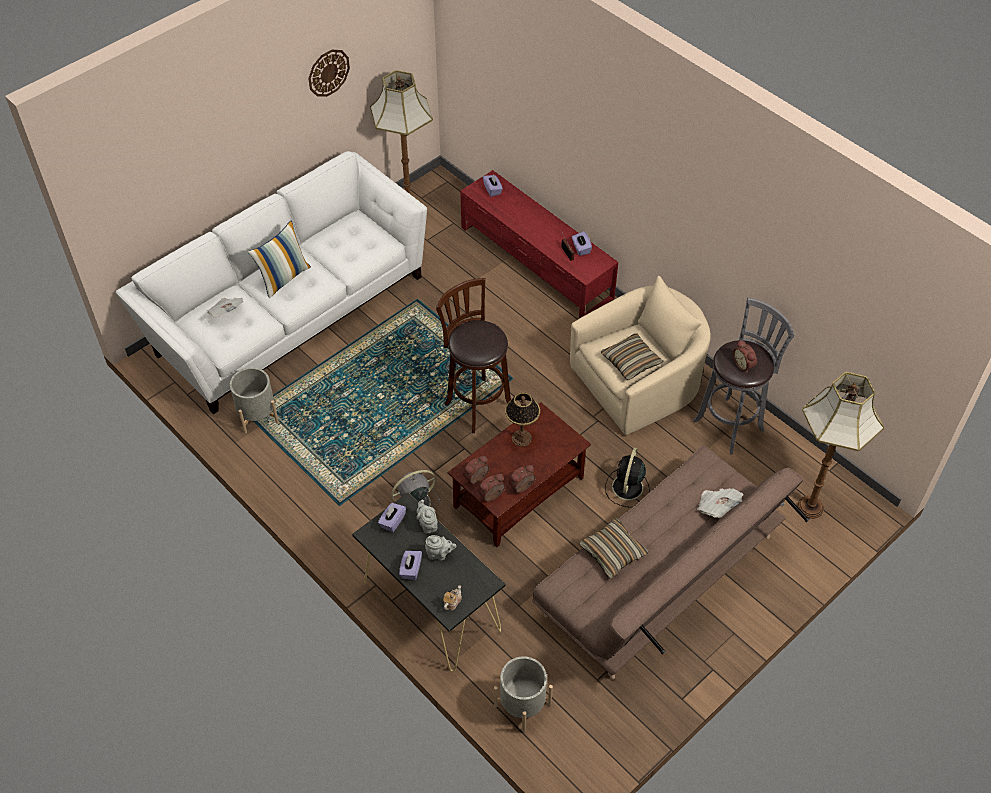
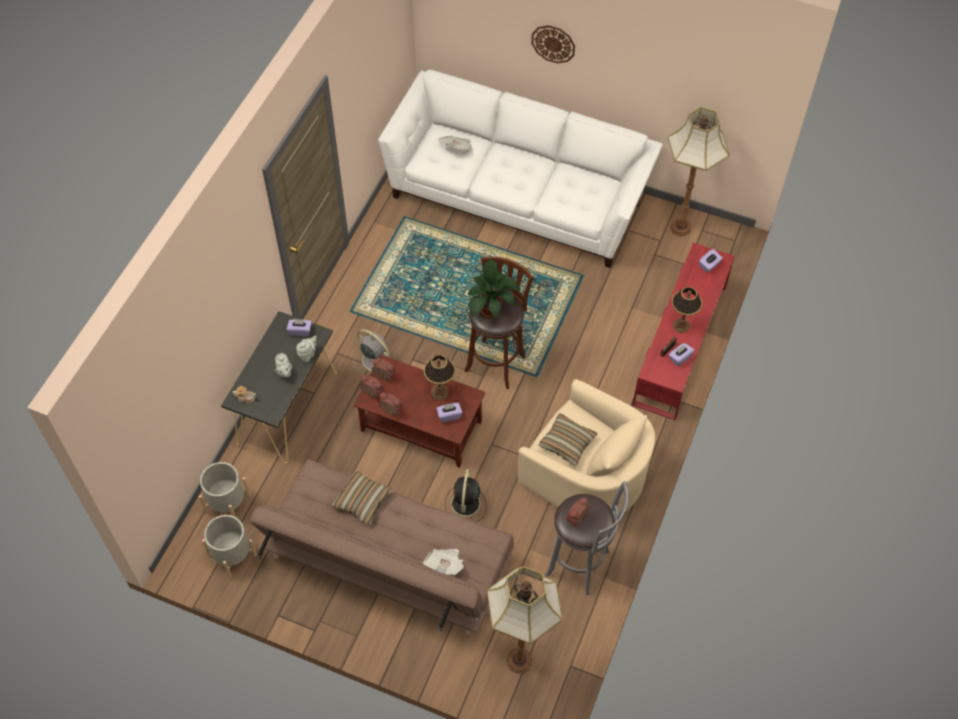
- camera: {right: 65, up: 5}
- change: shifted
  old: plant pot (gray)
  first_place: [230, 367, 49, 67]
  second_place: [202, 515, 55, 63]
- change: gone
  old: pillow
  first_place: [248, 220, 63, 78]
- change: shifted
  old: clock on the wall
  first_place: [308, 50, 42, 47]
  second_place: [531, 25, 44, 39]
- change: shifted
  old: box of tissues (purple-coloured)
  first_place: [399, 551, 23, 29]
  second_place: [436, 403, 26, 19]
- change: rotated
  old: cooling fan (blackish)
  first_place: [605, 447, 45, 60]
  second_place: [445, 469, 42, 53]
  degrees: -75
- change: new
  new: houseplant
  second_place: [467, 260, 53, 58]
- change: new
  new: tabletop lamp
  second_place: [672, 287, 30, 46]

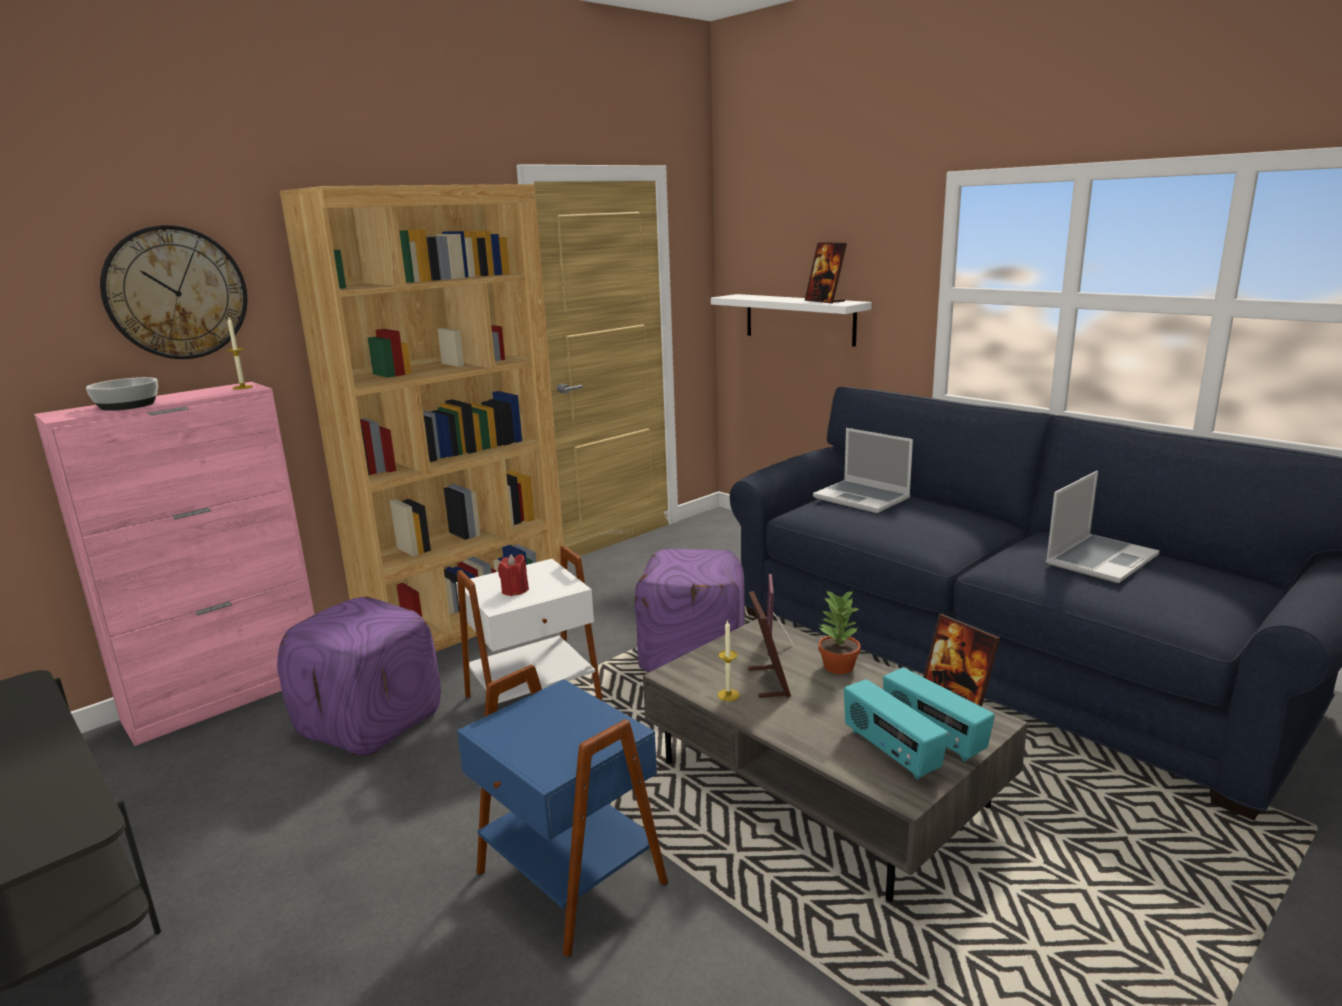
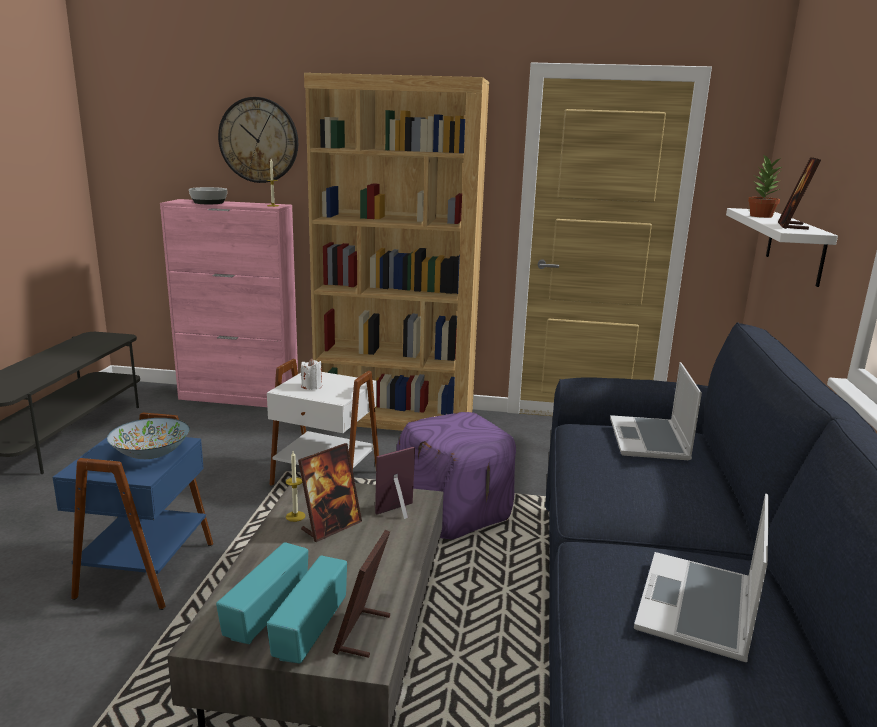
- camera: {right: 50, up: 0}
- change: gone
  old: footrest (purple-coloured)
  first_place: [277, 597, 164, 158]
- change: repainted
  old: candle (red)
  new: candle (whitish)
  first_place: [498, 554, 31, 42]
  second_place: [301, 358, 21, 32]
- change: shifted
  old: houseplant
  first_place: [818, 590, 43, 84]
  second_place: [748, 155, 34, 63]
- change: rotated
  old: laptop
  first_place: [1046, 471, 114, 112]
  second_place: [634, 493, 135, 169]
  degrees: 105
- change: new
  new: serving bowl
  second_place: [107, 418, 83, 41]

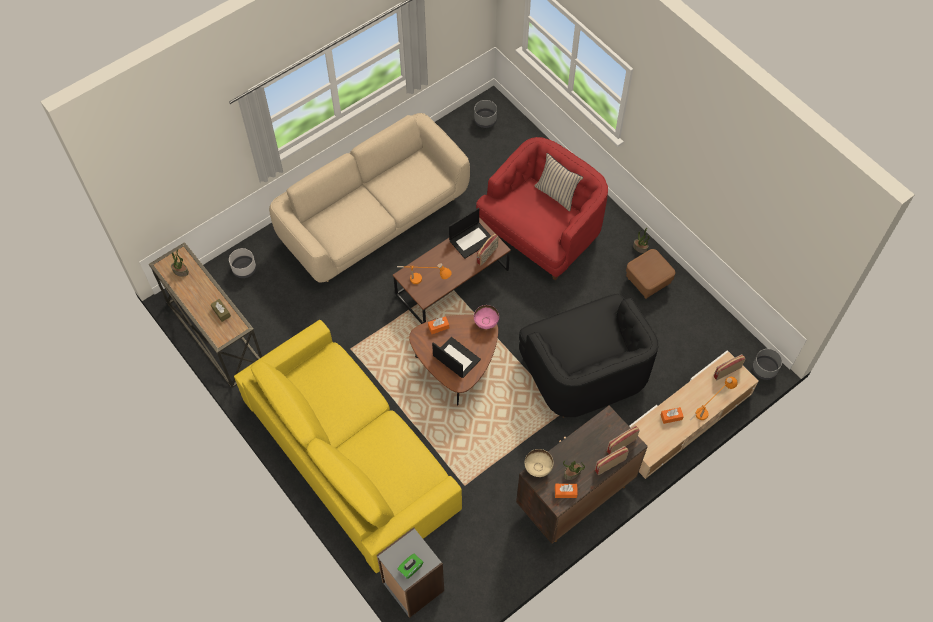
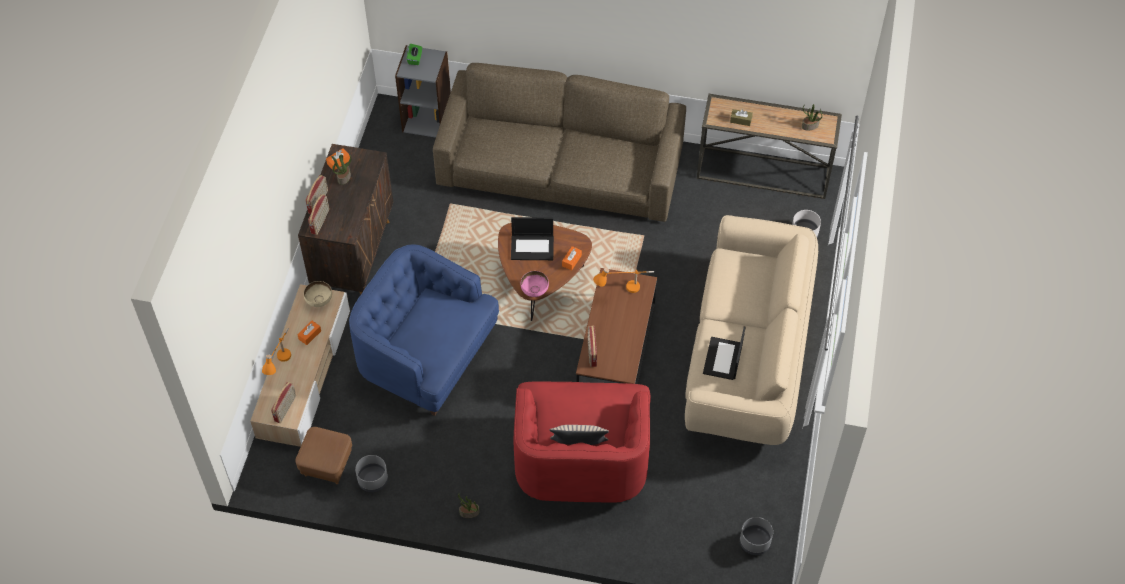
- camera: {right: 140, up: -5}
- change: repainted
  old: settee (yellow)
  new: settee (brown)
  first_place: [234, 320, 228, 253]
  second_place: [433, 63, 253, 159]
- change: shifted
  old: laptop
  first_place: [449, 208, 42, 51]
  second_place: [703, 326, 43, 54]
- change: repainted
  old: armchair (blackish)
  new: armchair (blue-coloured)
  first_place: [519, 294, 140, 124]
  second_place: [349, 244, 150, 172]
- change: shifted
  old: serving bowl (sand-coloured)
  first_place: [525, 449, 28, 28]
  second_place: [304, 281, 28, 26]
- change: shifted
  old: footrest (brown)
  first_place: [626, 249, 49, 50]
  second_place: [295, 427, 57, 57]
- change: shifted
  old: plant pot (gray)
  first_place: [752, 349, 30, 31]
  second_place: [355, 455, 33, 37]

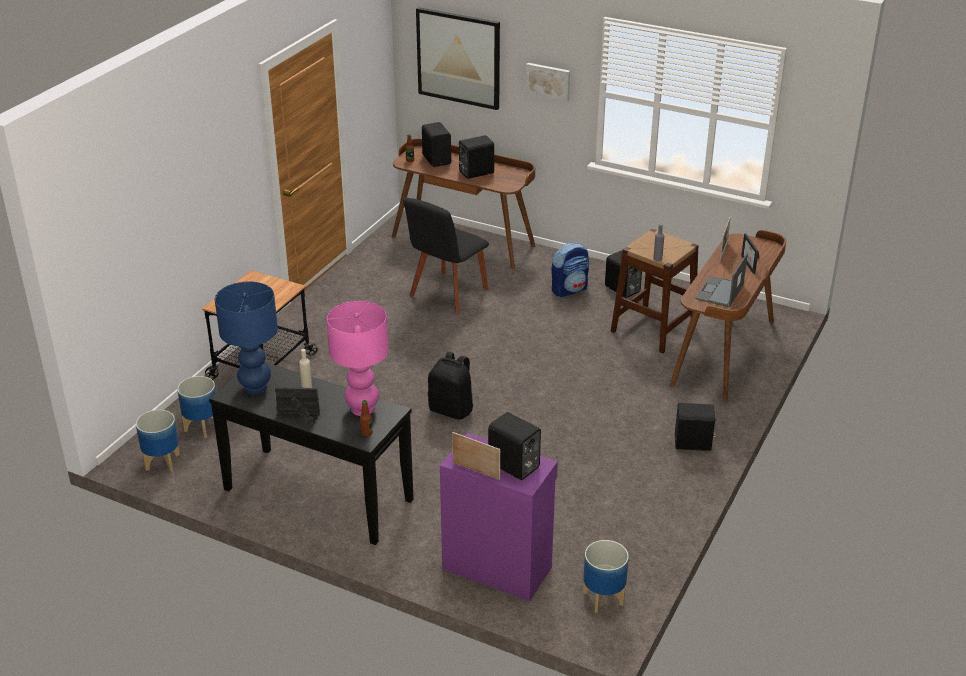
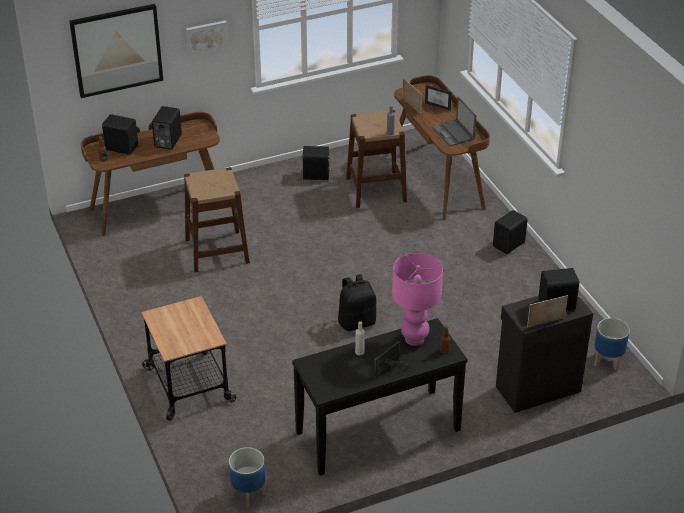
- camera: {right: -50, up: 5}
- change: gone
  old: plant pot
  first_place: [177, 376, 39, 62]
- change: gone
  old: tabletop lamp (blue-coloured)
  first_place: [215, 282, 63, 113]
- change: swapped
  old: chair (blackish)
  new: sitting stool (brown)
  first_place: [403, 197, 86, 117]
  second_place: [184, 167, 66, 105]
- change: repainted
  old: cabinet (purple-coloured)
  new: cabinet (blackish)
  first_place: [440, 433, 118, 168]
  second_place: [496, 296, 97, 117]
- change: gone
  old: backpack
  first_place: [551, 242, 38, 55]

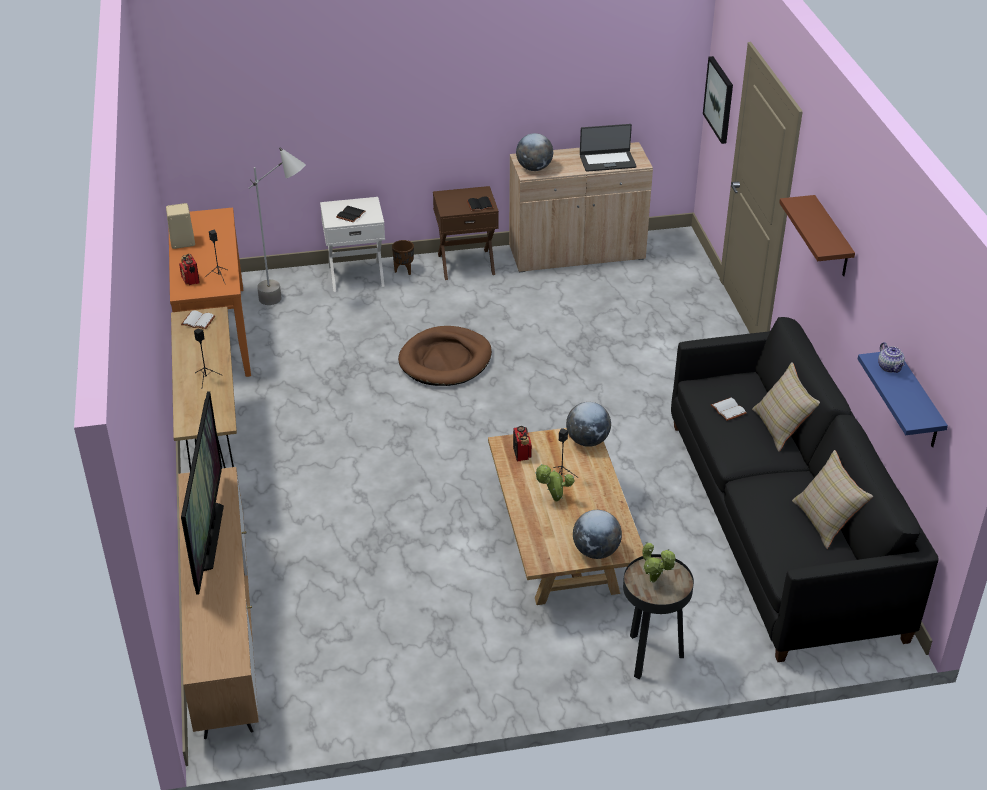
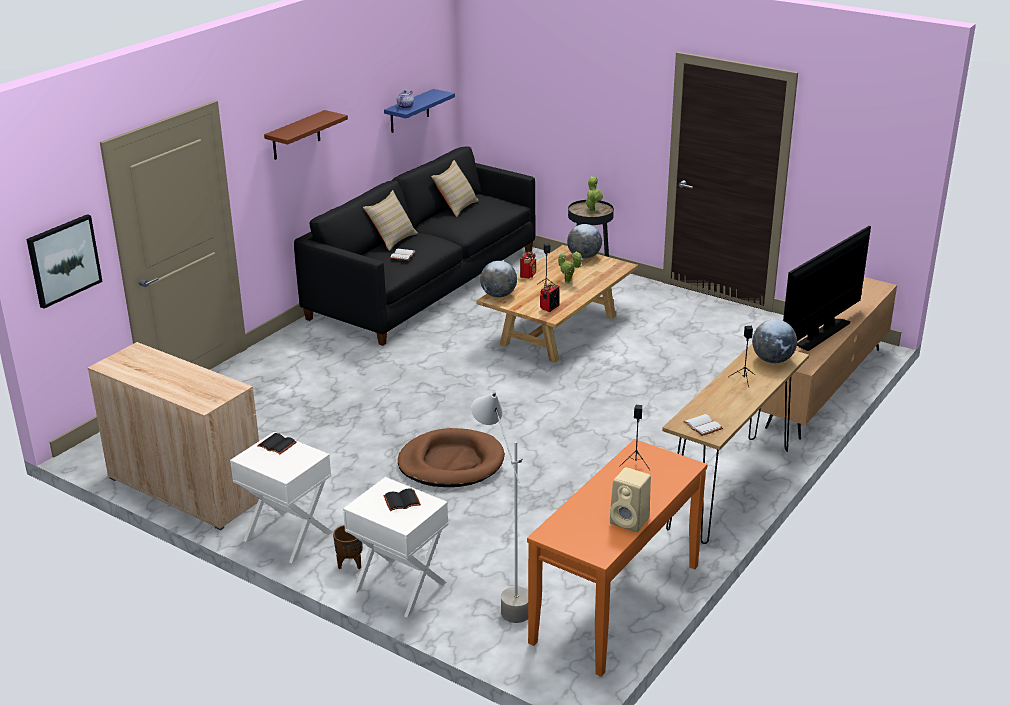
- camera: {right: -135, up: -10}
- change: shifted
  old: radio set
  first_place: [179, 254, 21, 31]
  second_place: [520, 251, 16, 27]
- change: repainted
  old: nightstand (brown)
  new: nightstand (whitish)
  first_place: [433, 186, 66, 94]
  second_place: [230, 432, 103, 131]
- change: shifted
  old: world globe
  first_place: [516, 133, 37, 38]
  second_place: [752, 319, 45, 44]
- change: gone
  old: laptop
  first_place: [580, 124, 57, 48]

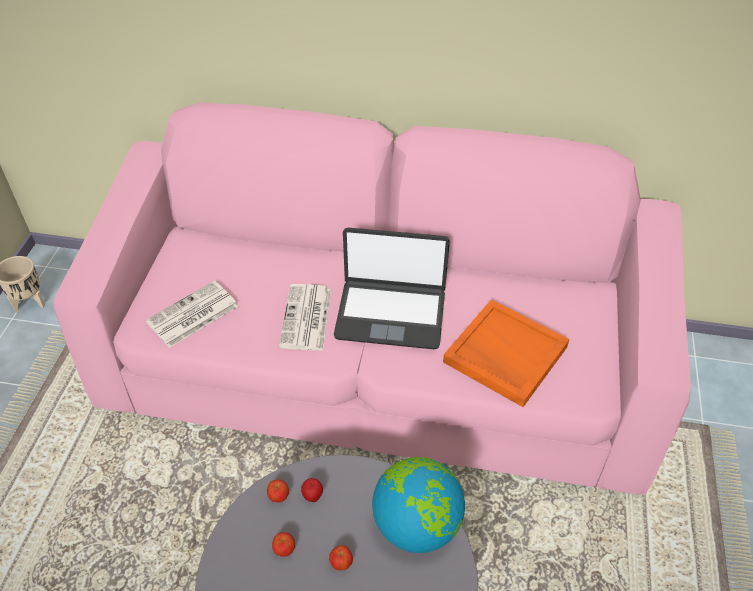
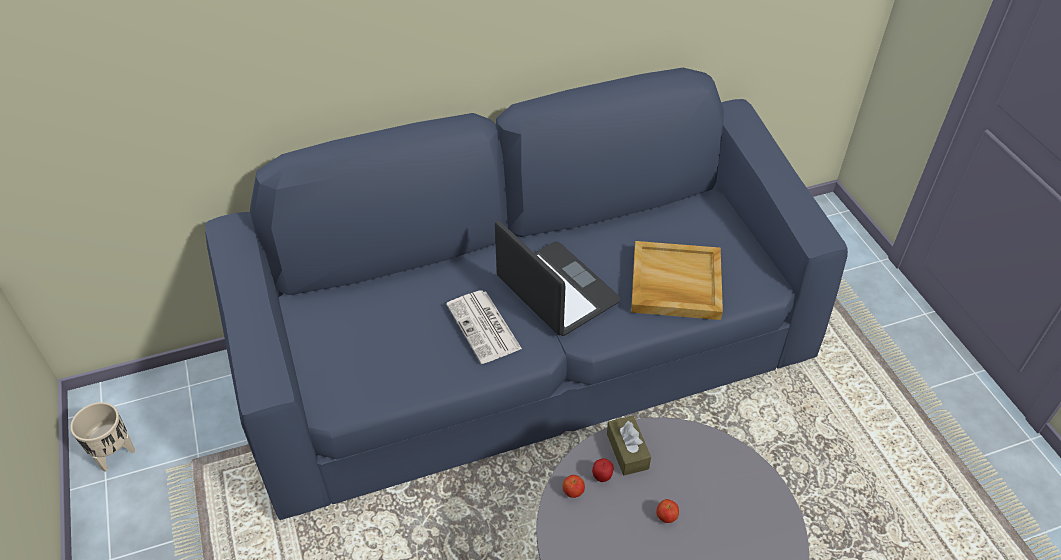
- camera: {right: -30, up: 0}
- change: repainted
  old: settee (pink-coloured)
  new: settee (blue-coloured)
  first_place: [54, 102, 637, 393]
  second_place: [205, 68, 643, 452]
- change: gone
  old: newspaper
  first_place: [146, 281, 92, 67]
- change: gone
  old: apple
  first_place: [272, 532, 23, 25]
- change: rotated
  old: laptop
  first_place: [334, 228, 116, 121]
  second_place: [495, 220, 126, 116]
  degrees: -105
- change: gone
  old: world globe
  first_place: [372, 457, 93, 96]
- change: repainted
  old: carrying tray (orange)
  new: carrying tray (sand-coloured)
  first_place: [443, 299, 127, 108]
  second_place: [631, 241, 92, 79]
- change: new
  new: box of tissues (brown)
  second_place: [607, 416, 44, 60]

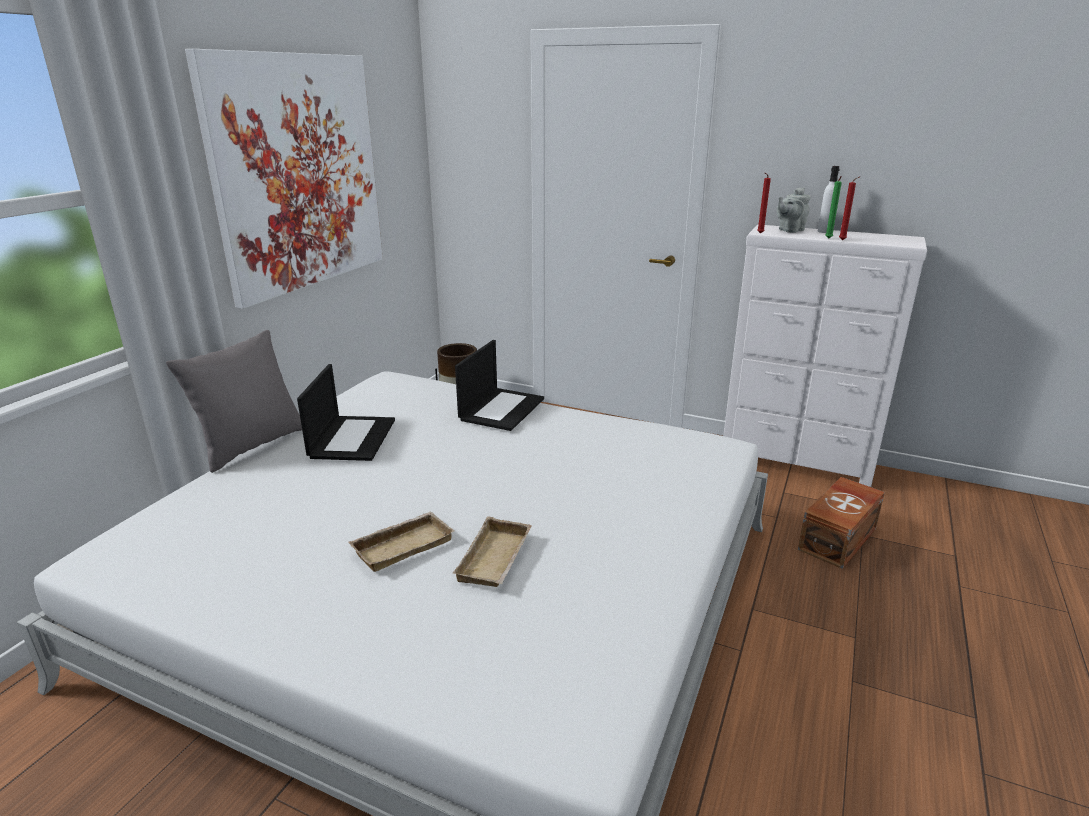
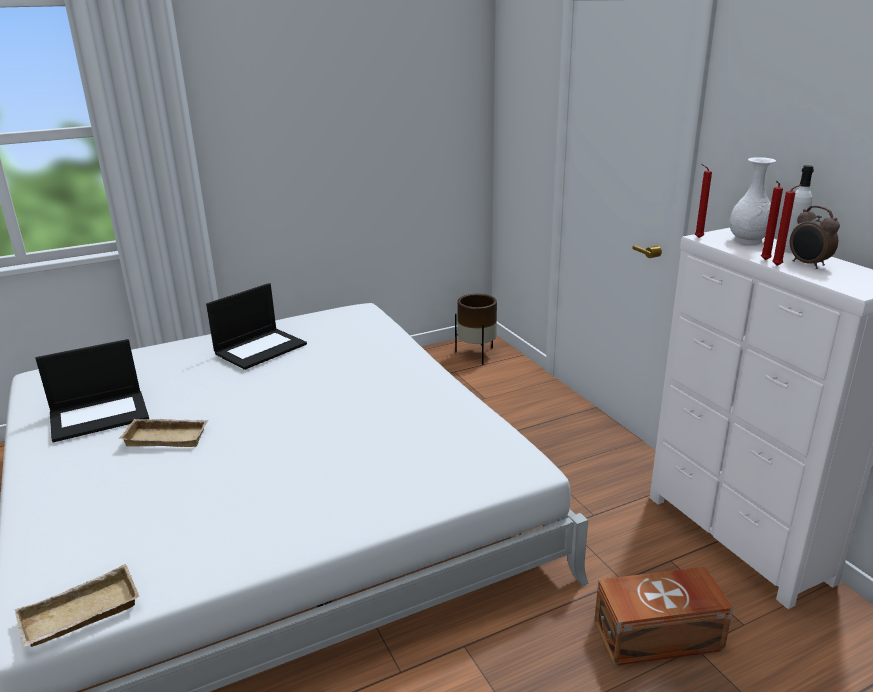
- camera: {right: 40, up: 0}
- change: gone
  old: pillow (gray)
  first_place: [166, 330, 136, 143]
- change: gone
  old: picture
  first_place: [185, 49, 198, 260]
- change: shifted
  old: carrying tray (sand-coloured)
  first_place: [453, 516, 79, 71]
  second_place: [15, 564, 124, 84]
- change: shifted
  old: laptop
  first_place: [455, 340, 89, 91]
  second_place: [36, 339, 113, 103]
- change: swapped
  old: pot for tea (gray)
  new: flower vase (whitish)
  first_place: [777, 187, 33, 46]
  second_place: [730, 157, 46, 88]
- change: repainted
  old: candle (greenish)
  new: candle (red)
  first_place: [825, 176, 17, 63]
  second_place: [761, 181, 22, 79]
- change: new
  new: table clock
  second_place: [790, 205, 50, 64]

